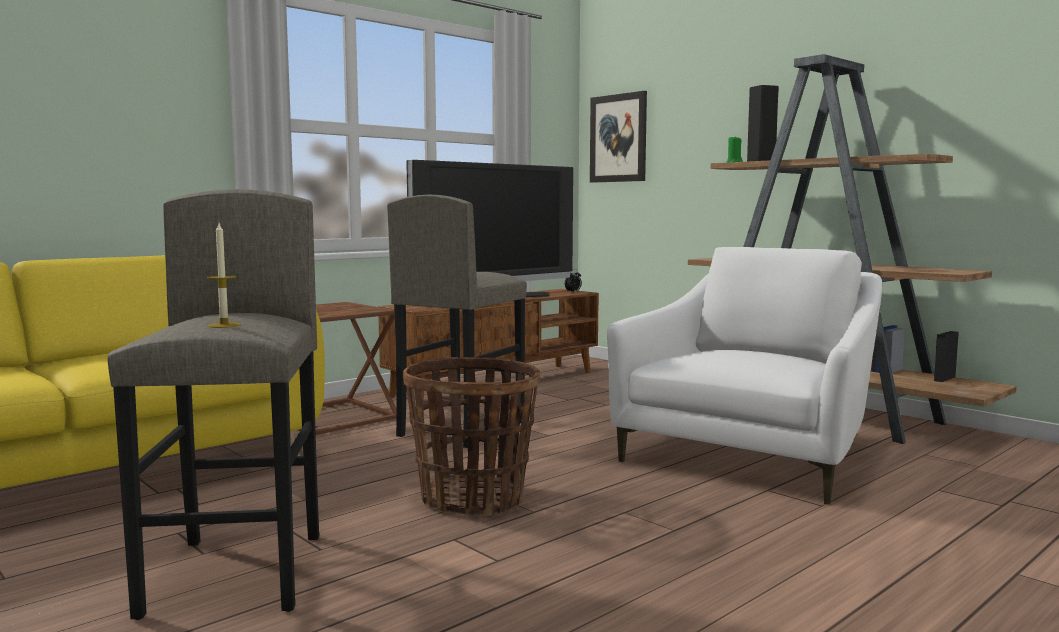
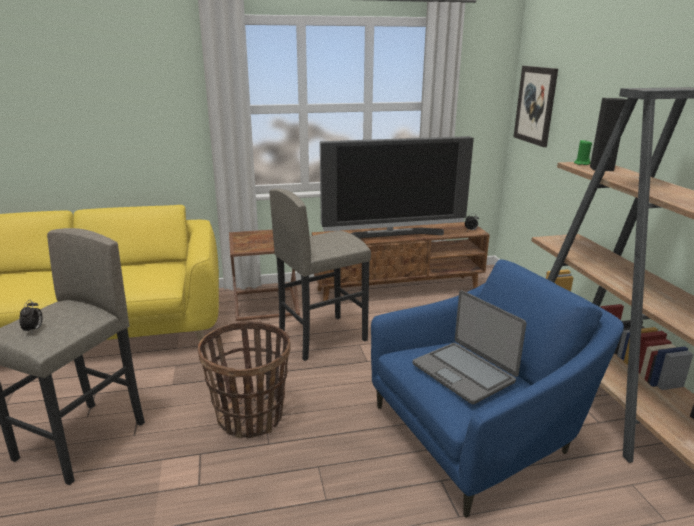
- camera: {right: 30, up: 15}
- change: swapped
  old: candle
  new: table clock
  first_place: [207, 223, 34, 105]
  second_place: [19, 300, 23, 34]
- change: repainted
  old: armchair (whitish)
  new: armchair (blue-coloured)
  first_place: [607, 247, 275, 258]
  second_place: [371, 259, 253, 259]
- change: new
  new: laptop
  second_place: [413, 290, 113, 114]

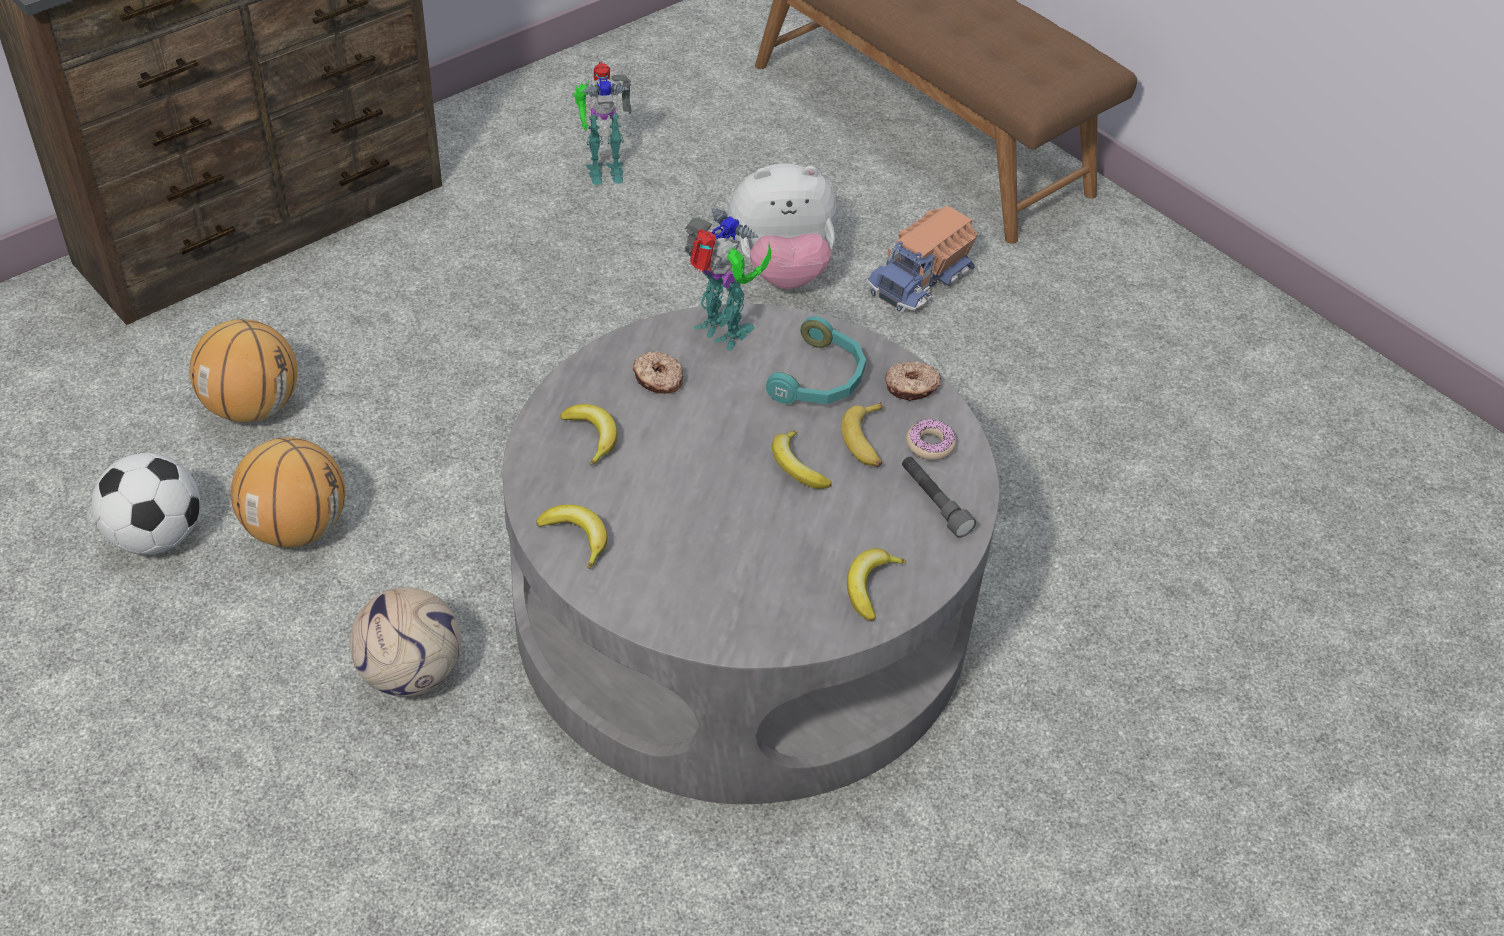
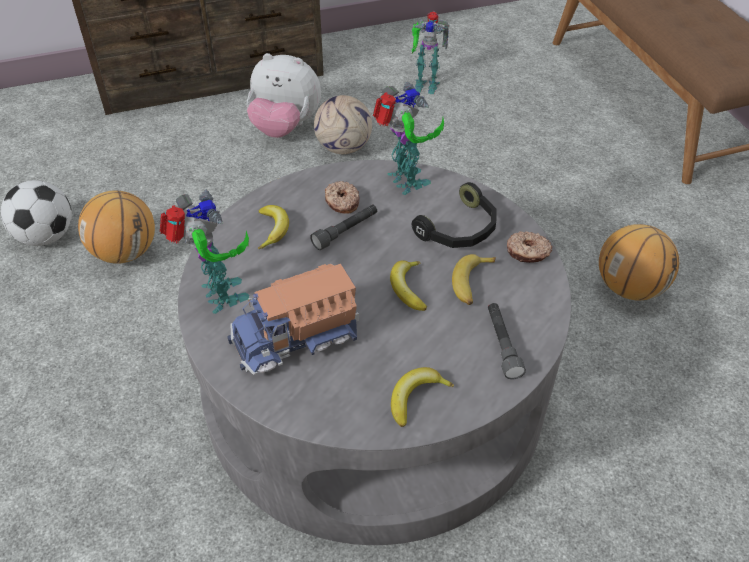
- camera: {right: 25, up: 0}
- change: shifted
  old: basketball ball
  first_place: [190, 319, 108, 104]
  second_place: [599, 224, 80, 76]
- change: shifted
  old: football ball
  first_place: [350, 587, 111, 110]
  second_place: [314, 95, 58, 59]
- change: swapped
  old: banana
  new: toy robot
  first_place: [536, 504, 71, 65]
  second_place: [160, 189, 89, 125]
- change: shifted
  old: cuddly toy
  first_place: [729, 163, 108, 126]
  second_place: [247, 53, 74, 85]
- change: repainted
  old: headphones (turquoise-coloured)
  new: headphones (blackish)
  first_place: [766, 316, 100, 88]
  second_place: [412, 182, 85, 66]
- change: shifted
  old: toy truck
  first_place: [866, 206, 112, 107]
  second_place: [227, 264, 132, 111]
- change: gone
  old: ring doughnut
  first_place: [906, 419, 50, 41]
- change: new
  new: torch (gray)
  second_place: [310, 205, 67, 45]

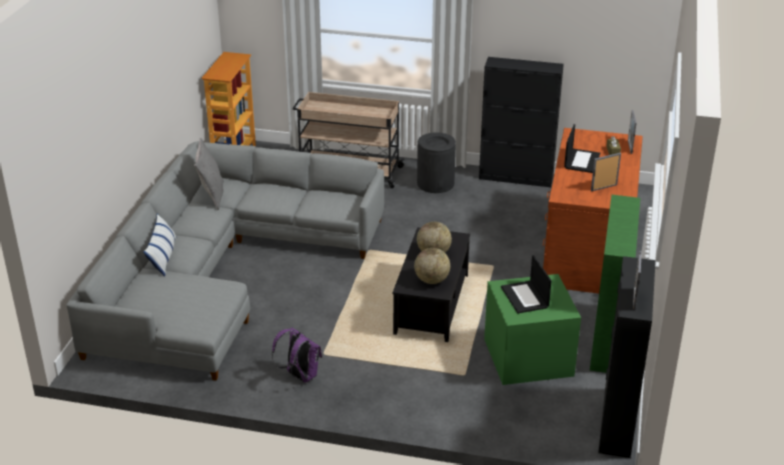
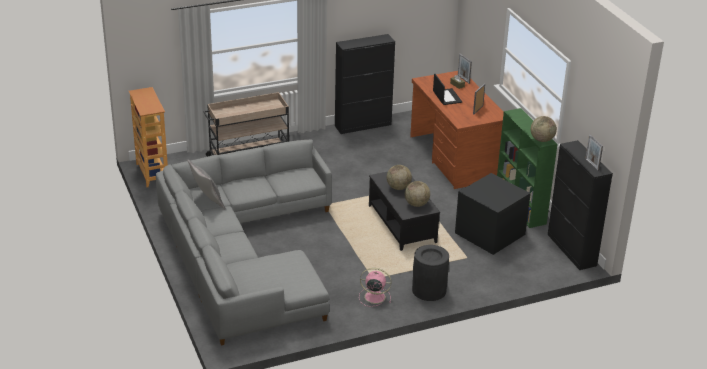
- camera: {right: -35, up: 0}
- change: gone
  old: pillow
  first_place: [143, 214, 34, 63]
- change: swapped
  old: backpack (purple-coloured)
  new: cooling fan (pink-coloured)
  first_place: [272, 327, 50, 56]
  second_place: [359, 268, 33, 39]
- change: shifted
  old: waste bin (blackish)
  first_place: [417, 132, 39, 61]
  second_place: [412, 245, 37, 56]
- change: repainted
  old: storage bin (greenish)
  new: storage bin (blackish)
  first_place: [484, 274, 97, 111]
  second_place: [455, 173, 75, 82]
- change: gone
  old: laptop
  first_place: [501, 255, 51, 58]
- change: new
  new: world globe
  second_place: [531, 116, 26, 26]

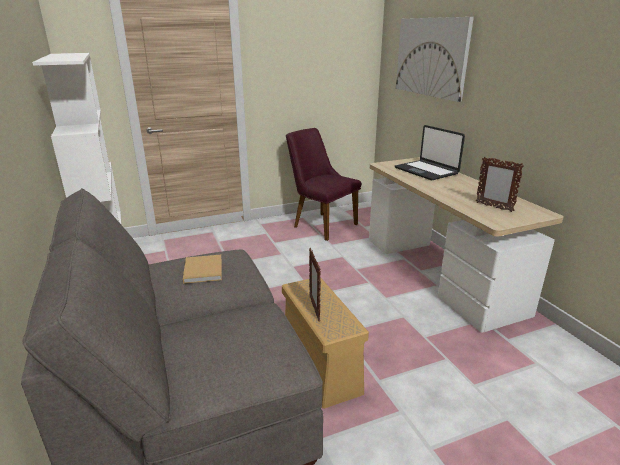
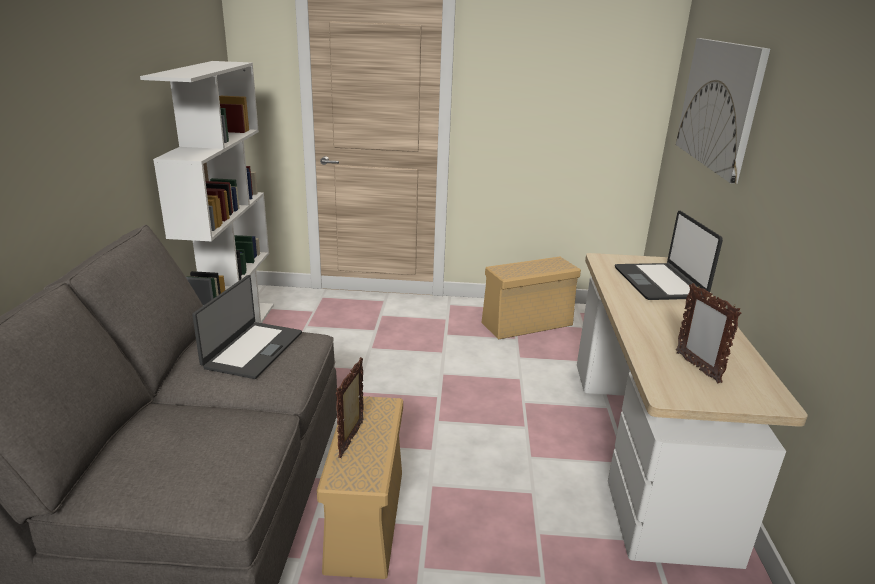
- camera: {right: 25, up: 0}
- change: swapped
  old: bound book (sand-coloured)
  new: laptop
  first_place: [183, 255, 39, 29]
  second_place: [192, 275, 110, 104]
- change: swapped
  old: chair (purple-coloured)
  new: storage bin (sand-coloured)
  first_place: [286, 128, 76, 113]
  second_place: [481, 257, 100, 82]

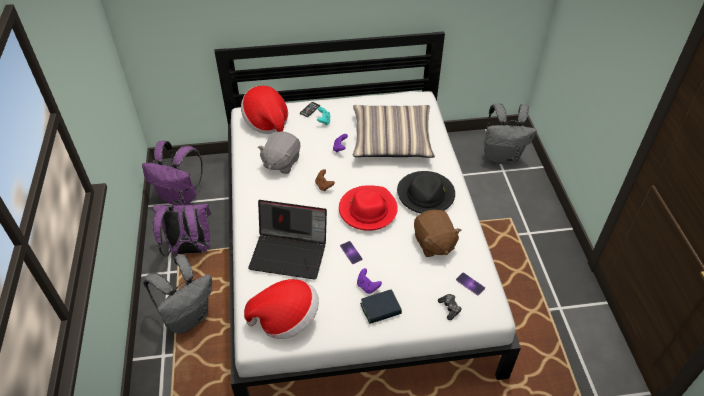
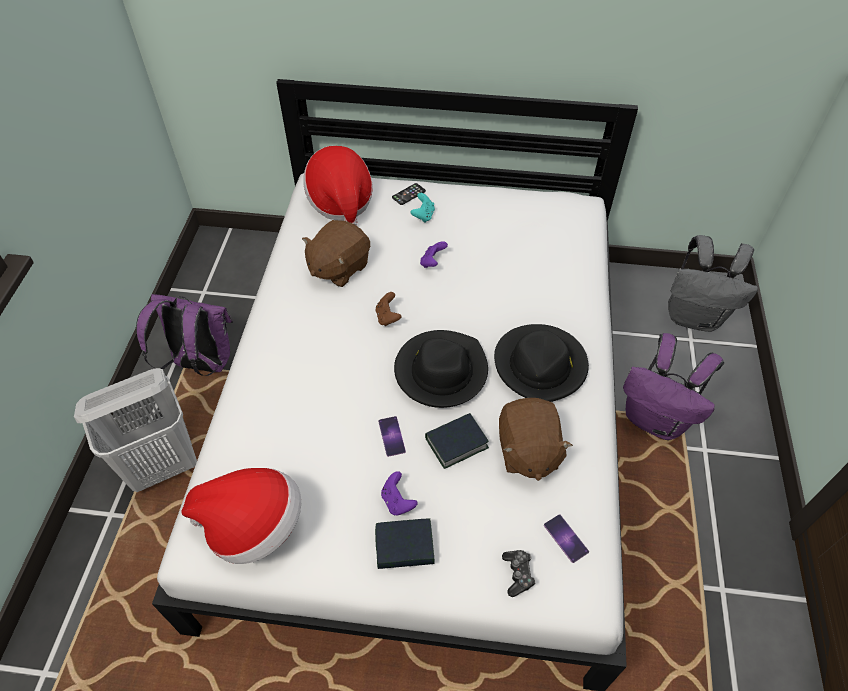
- camera: {right: 15, up: 5}
- change: shifted
  old: backpack (purple-coloured)
  first_place: [142, 141, 61, 64]
  second_place: [623, 333, 101, 107]
- change: swapped
  old: backpack (gray)
  new: hamper (whitish)
  first_place: [143, 255, 69, 79]
  second_place: [74, 368, 123, 124]
- change: gone
  old: laptop
  first_place: [248, 200, 79, 80]
- change: repainted
  old: cuddly toy (gray)
  new: cuddly toy (brown)
  first_place: [258, 131, 42, 43]
  second_place: [302, 220, 68, 67]
- change: repainted
  old: wearable hat (red)
  new: wearable hat (blackish)
  first_place: [339, 185, 59, 46]
  second_place: [394, 330, 94, 78]
- change: gone
  old: pillow
  first_place: [353, 105, 82, 53]
- change: new
  new: bound book
  second_place: [425, 413, 64, 56]

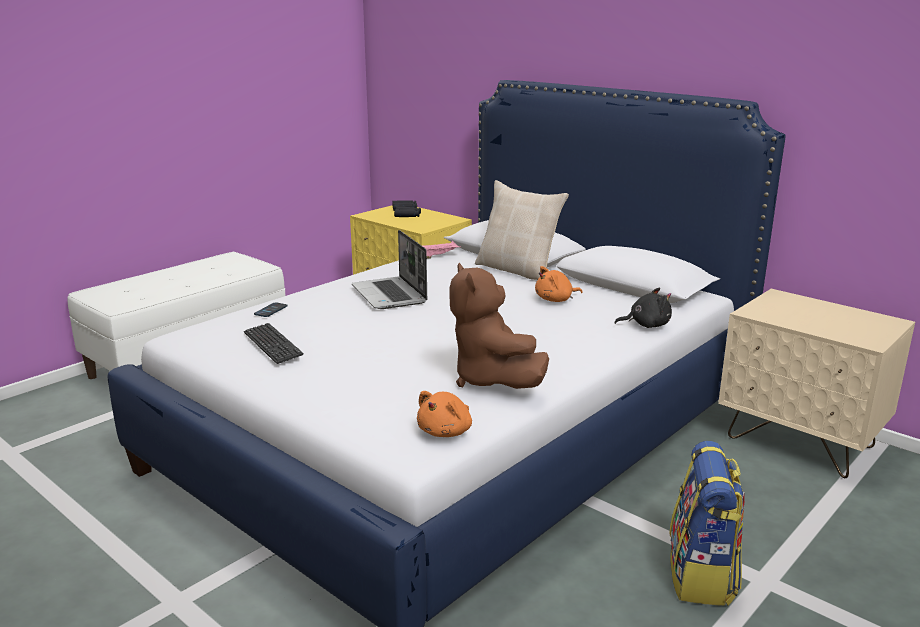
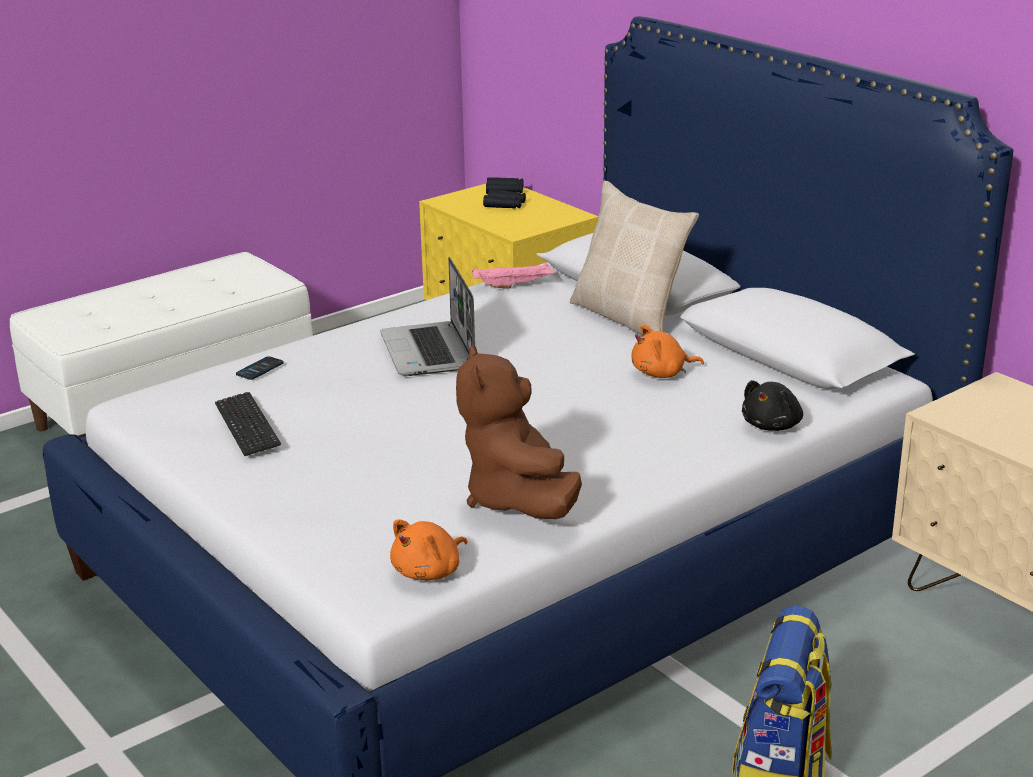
- camera: {right: 10, up: 5}
- change: rotated
  old: cuddly toy (blackish)
  first_place: [615, 288, 57, 40]
  second_place: [742, 380, 61, 51]
  degrees: 120

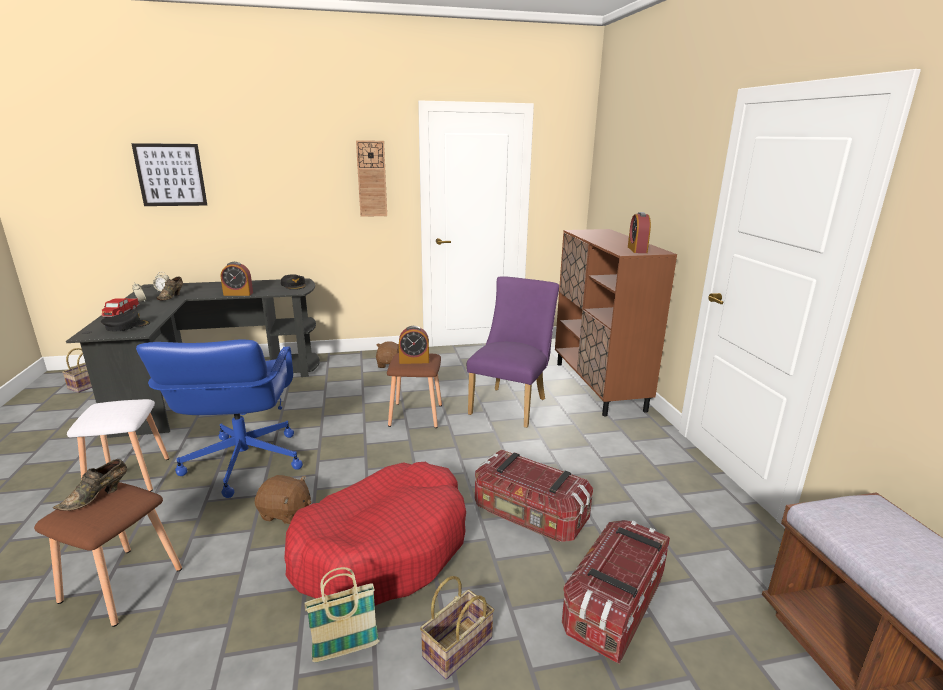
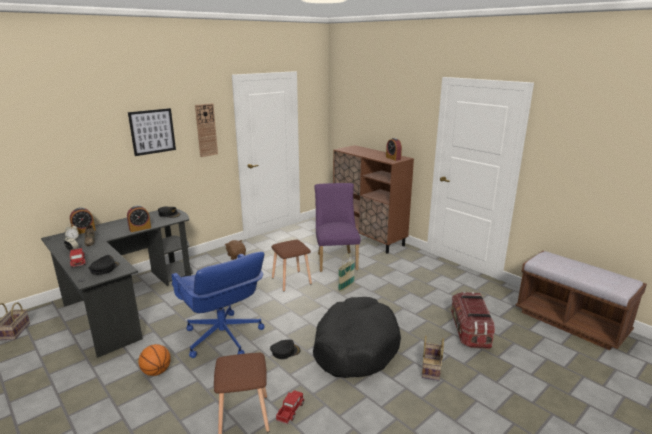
- camera: {right: -30, up: 0}
- change: gone
  old: shoe (brown)
  first_place: [53, 459, 74, 52]
- change: swapped
  old: sitting stool (whitish)
  new: basketball ball
  first_place: [67, 399, 102, 92]
  second_place: [138, 344, 33, 32]
- change: shifted
  old: picture
  first_place: [131, 143, 76, 63]
  second_place: [128, 108, 48, 48]
- change: swapped
  old: cuddly toy (brown)
  new: baseball cap (blackish)
  first_place: [255, 475, 57, 49]
  second_place: [270, 340, 31, 19]
- change: repainted
  old: pet bed (red)
  new: pet bed (blackish)
  first_place: [284, 462, 182, 144]
  second_place: [313, 297, 88, 81]
- change: shifted
  old: household basket
  first_place: [304, 567, 75, 95]
  second_place: [338, 254, 17, 38]
- change: shifted
  old: table clock
  first_place: [399, 326, 30, 38]
  second_place: [70, 208, 26, 26]
- change: gone
  old: storage bin
  first_place: [475, 449, 118, 93]
- change: new
  new: toy truck
  second_place: [276, 390, 28, 35]

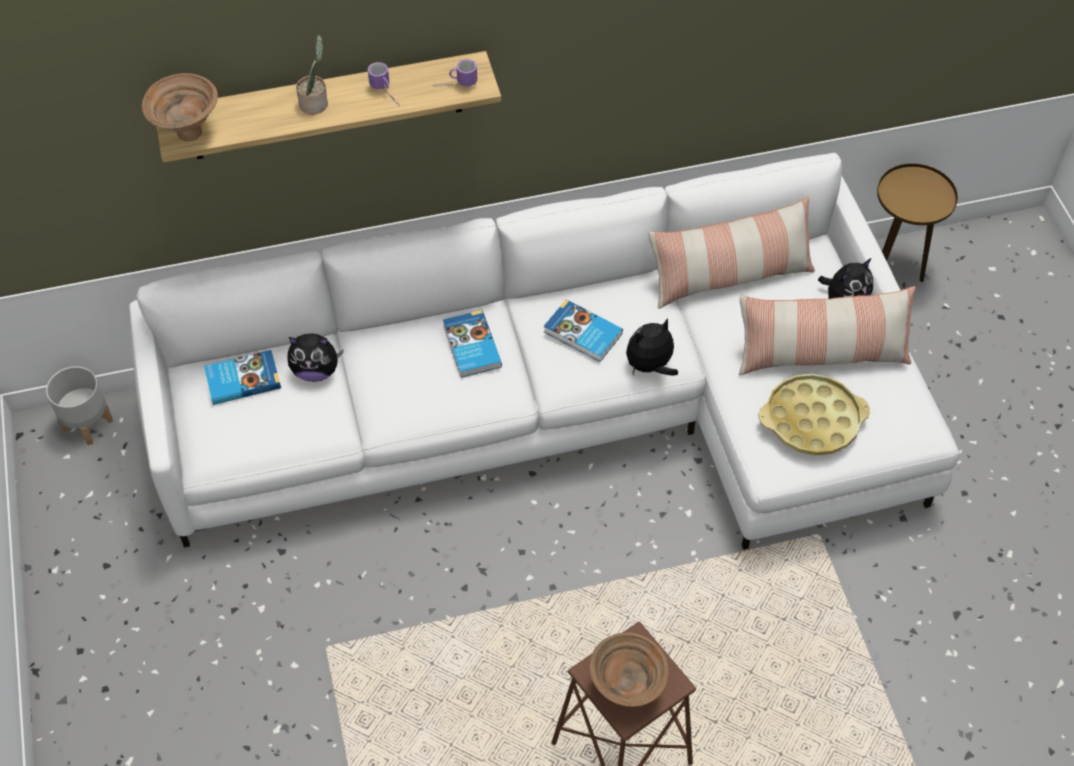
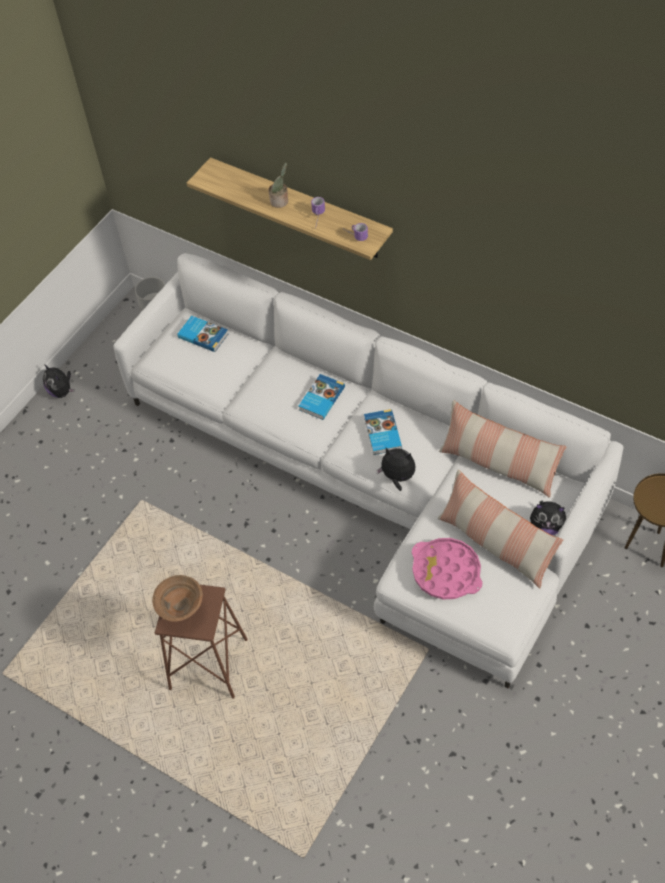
- camera: {right: 50, up: 0}
- change: gone
  old: serving bowl (brown)
  first_place: [142, 73, 76, 68]
- change: shifted
  old: cuddly toy
  first_place: [288, 333, 56, 49]
  second_place: [43, 364, 32, 34]
- change: repainted
  old: carrying tray (yellow)
  new: carrying tray (pink-coloured)
  first_place: [758, 374, 112, 82]
  second_place: [412, 538, 70, 61]

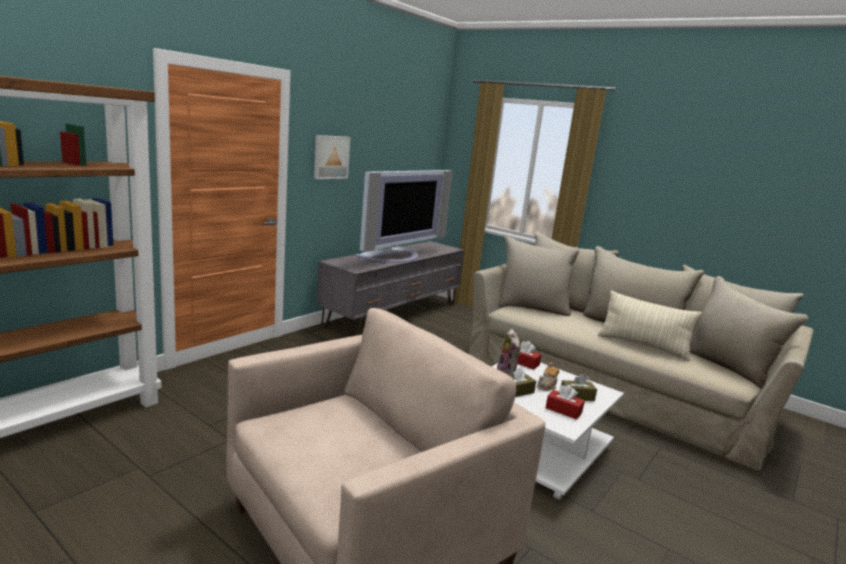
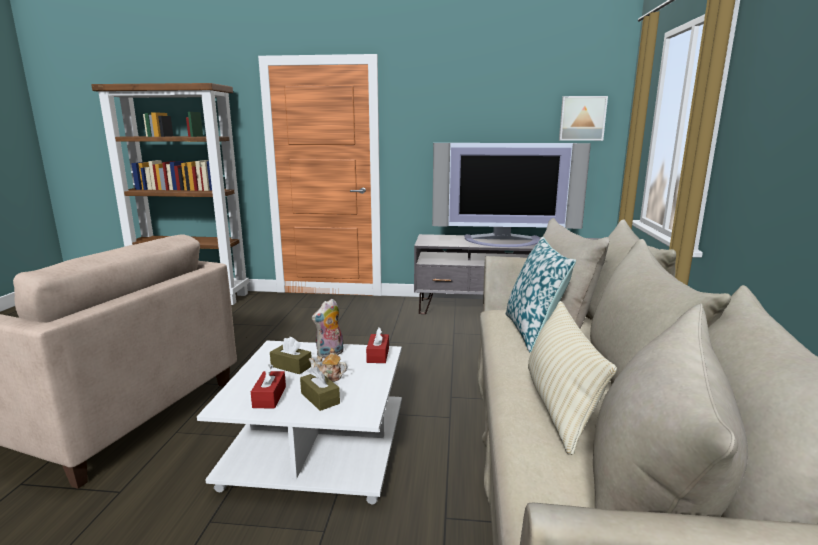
- camera: {right: 60, up: 0}
- change: shifted
  old: picture
  first_place: [314, 135, 36, 44]
  second_place: [559, 96, 49, 45]
- change: new
  new: pillow
  second_place: [506, 237, 70, 116]

